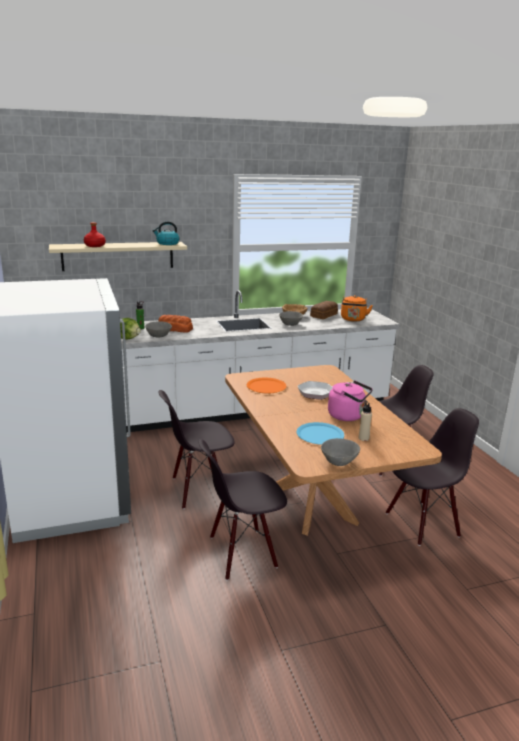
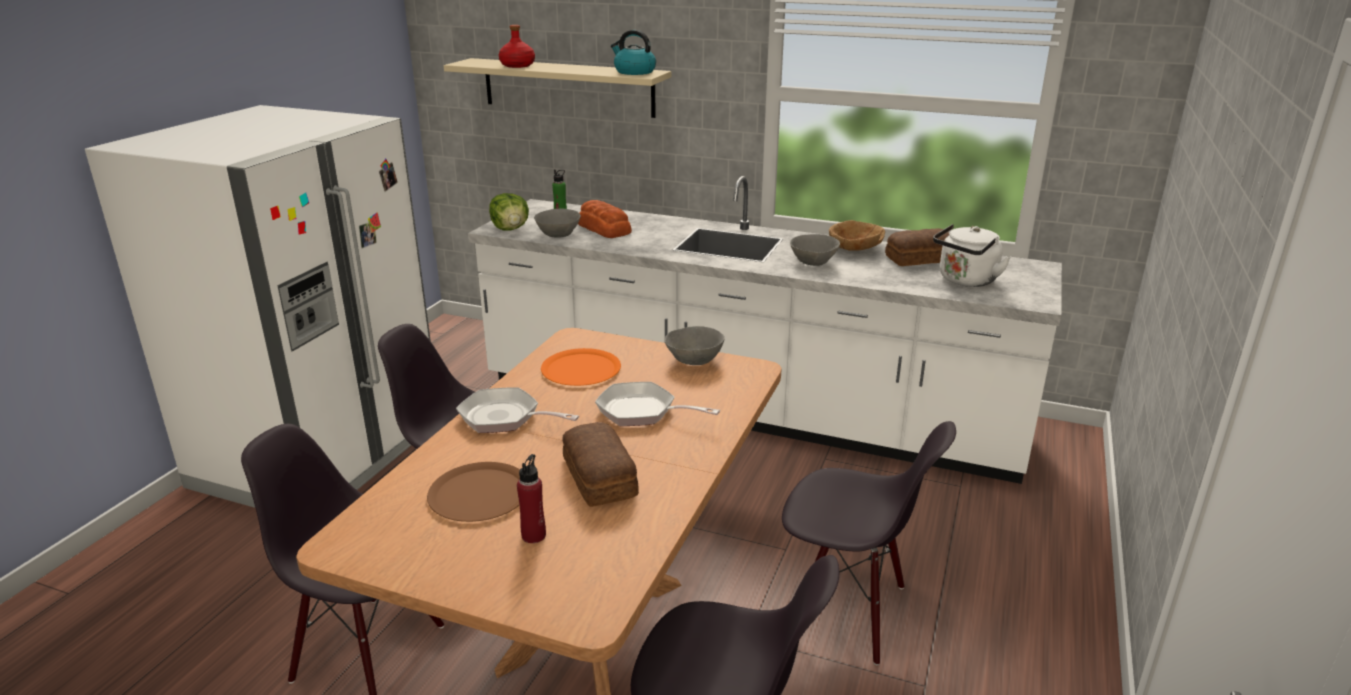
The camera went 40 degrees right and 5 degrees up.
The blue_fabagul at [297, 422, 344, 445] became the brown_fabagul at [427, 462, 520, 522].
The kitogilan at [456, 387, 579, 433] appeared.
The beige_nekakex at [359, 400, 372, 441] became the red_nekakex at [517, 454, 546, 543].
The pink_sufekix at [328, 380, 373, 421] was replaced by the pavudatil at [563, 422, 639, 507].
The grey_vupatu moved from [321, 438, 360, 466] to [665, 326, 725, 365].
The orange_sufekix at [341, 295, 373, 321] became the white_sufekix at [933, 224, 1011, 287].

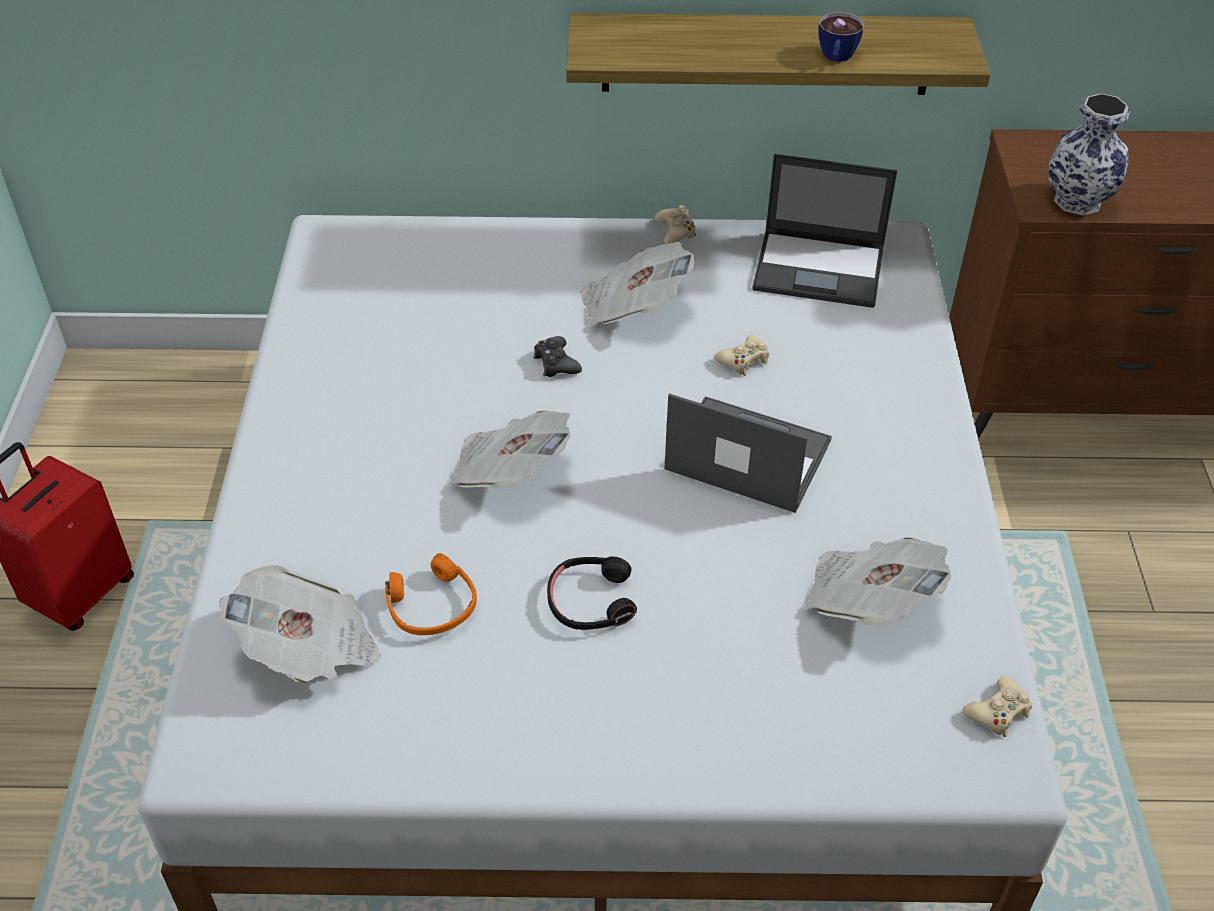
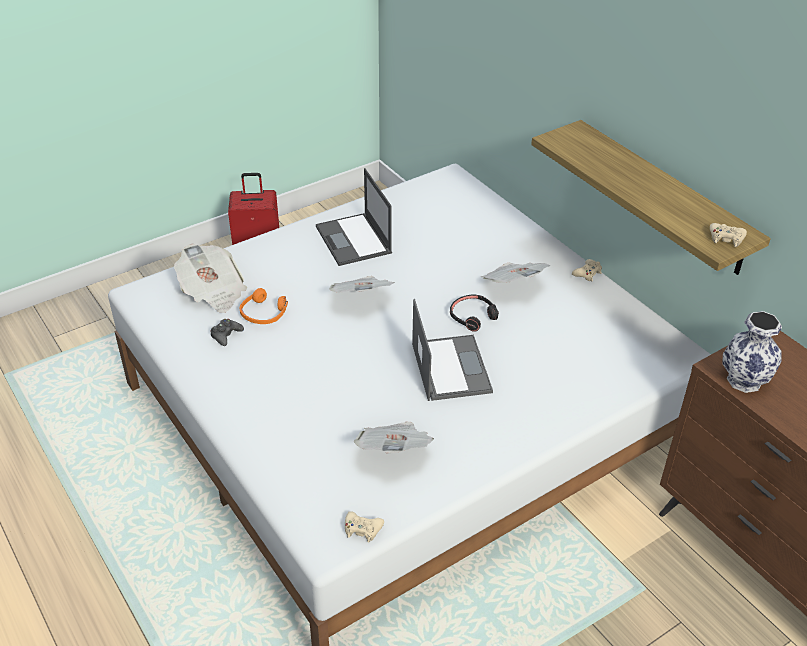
The camera went 55 degrees right and 5 degrees down.
The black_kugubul moved from [533, 336, 582, 377] to [211, 319, 244, 346].
The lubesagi moved from [752, 154, 897, 308] to [316, 168, 392, 266].
The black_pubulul moved from [547, 556, 637, 630] to [450, 295, 499, 332].
The beige_kugubul moved from [714, 335, 769, 376] to [710, 223, 747, 247].
The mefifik at [818, 12, 865, 62] disappeared.

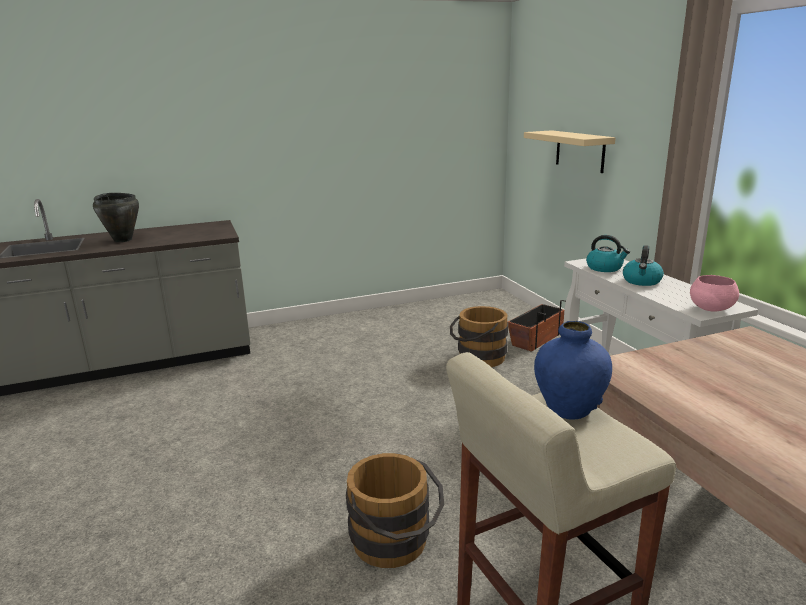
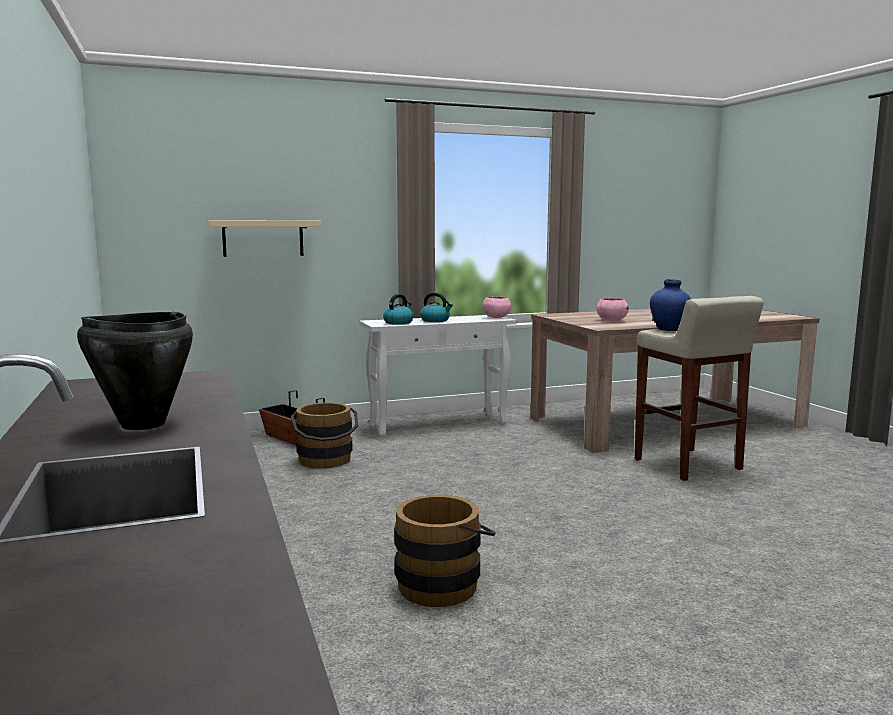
The camera went 90 degrees left and 10 degrees down.
The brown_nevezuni moved from [346, 453, 444, 568] to [394, 495, 496, 607].
The pink_vupatu at [597, 298, 629, 321] appeared.

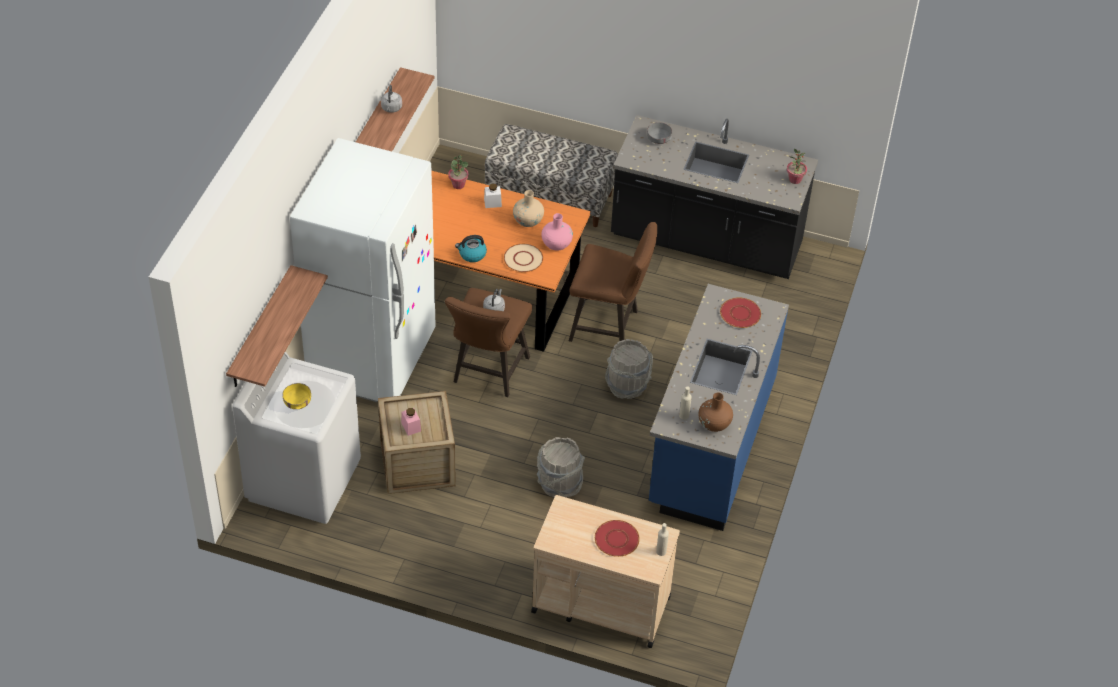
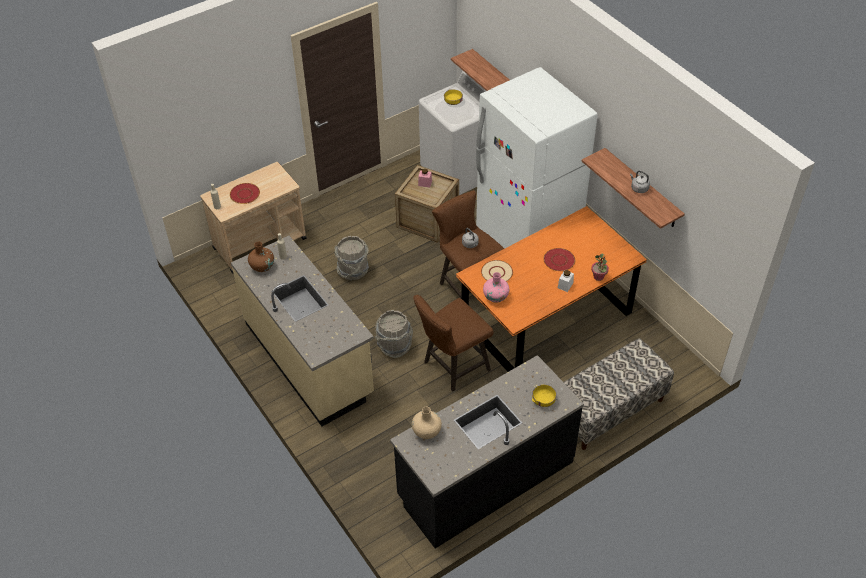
The camera went 130 degrees right and 0 degrees up.
The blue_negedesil at [649, 284, 789, 531] became the beige_negedesil at [231, 236, 374, 426].
The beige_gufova moved from [513, 190, 544, 227] to [412, 407, 442, 439].
The grey_vupatu at [647, 122, 672, 144] became the yellow_vupatu at [532, 385, 557, 407].
The red_fabagul moved from [720, 297, 761, 328] to [543, 248, 575, 271].
The sufekix at [455, 235, 487, 262] disappeared.
The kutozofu at [787, 148, 807, 184] disappeared.

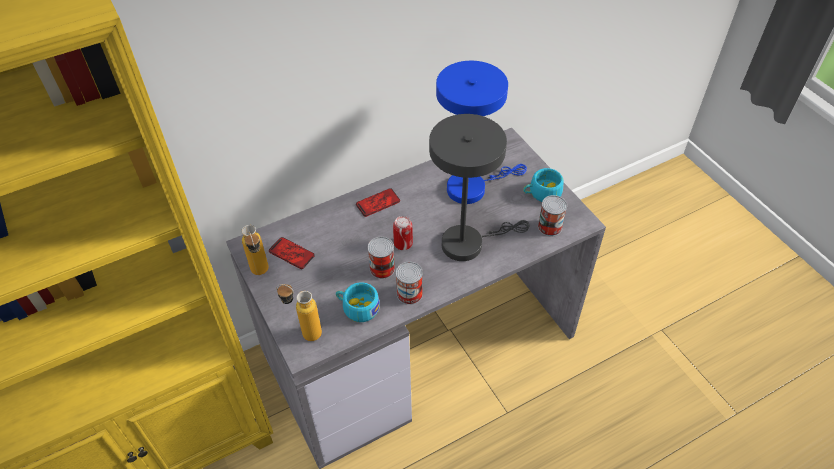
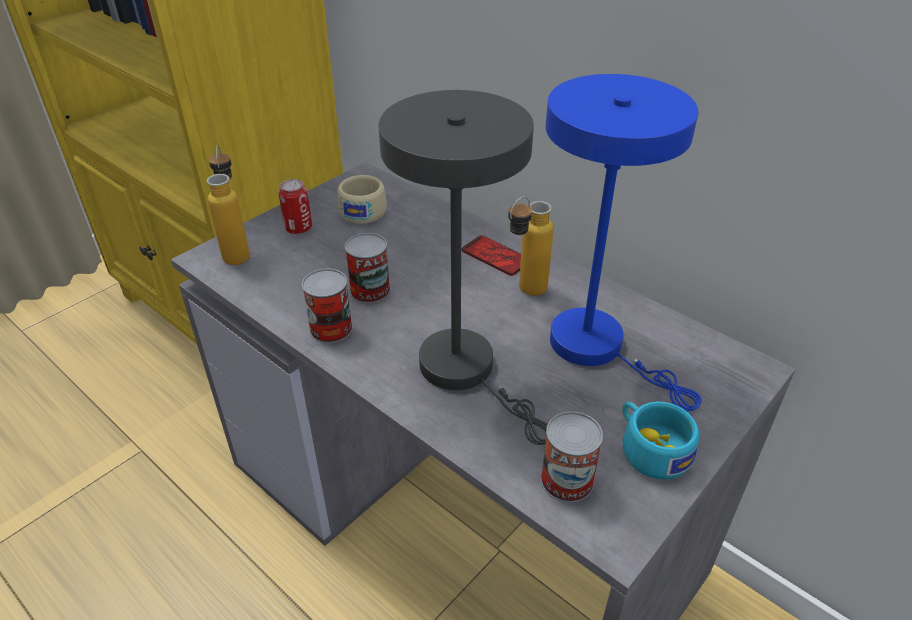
The camera went 70 degrees right and 10 degrees down.
The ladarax moved from [393, 216, 413, 250] to [278, 179, 312, 234].
The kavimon at [269, 237, 315, 269] was replaced by the beige_mefifik at [337, 175, 387, 224].
The nekakex moved from [241, 225, 269, 275] to [508, 196, 554, 296].
The turquoise_mefifik at [336, 282, 380, 322] disappeared.

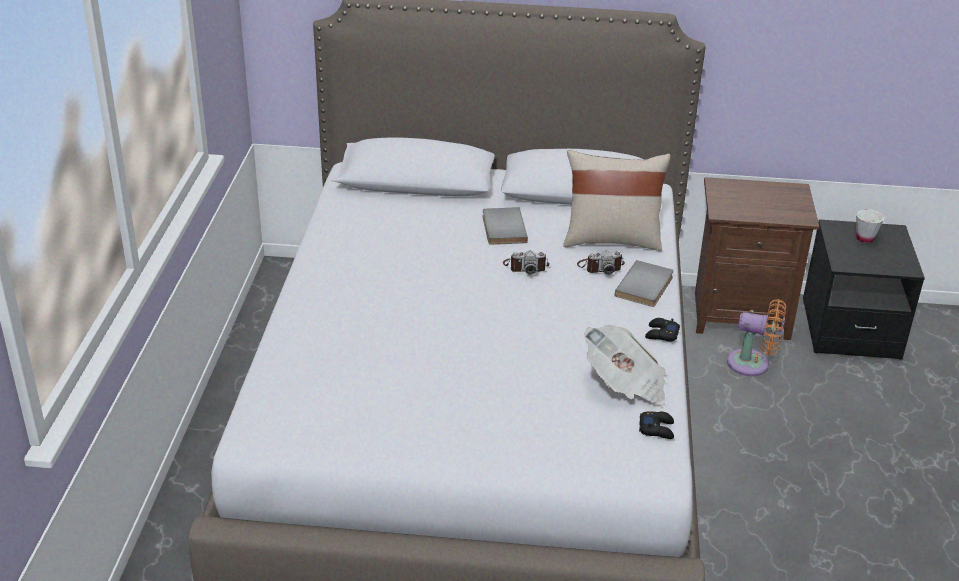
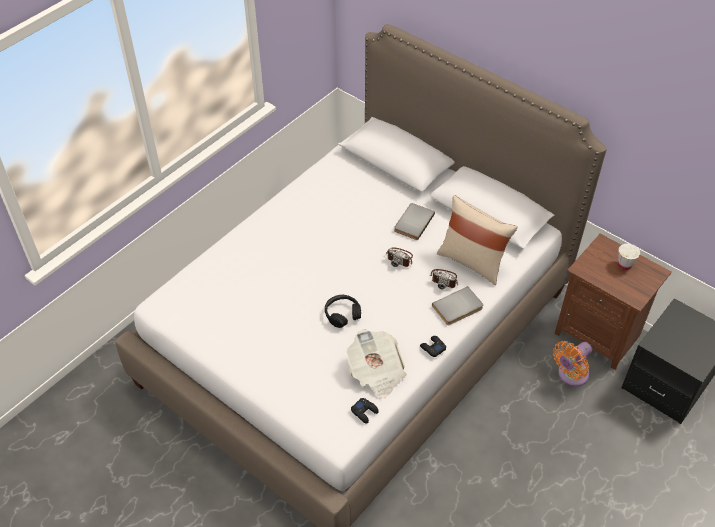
The camera went 35 degrees right and 15 degrees up.
The black_pubulul at [325, 295, 361, 328] appeared.
The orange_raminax at [727, 299, 786, 376] turned 90 degrees clockwise.
The white_mefifik moved from [856, 209, 884, 243] to [618, 243, 640, 270].

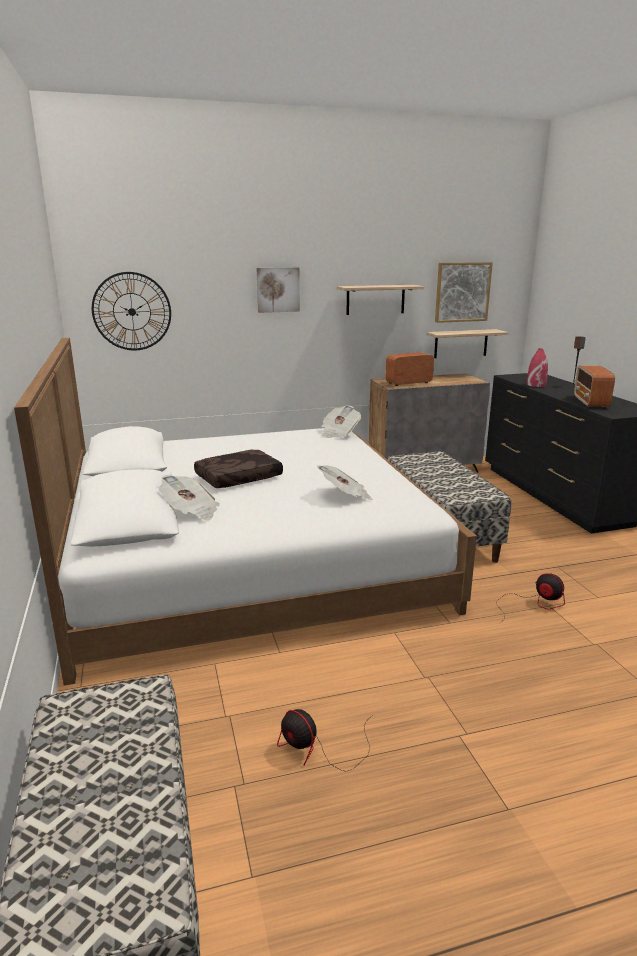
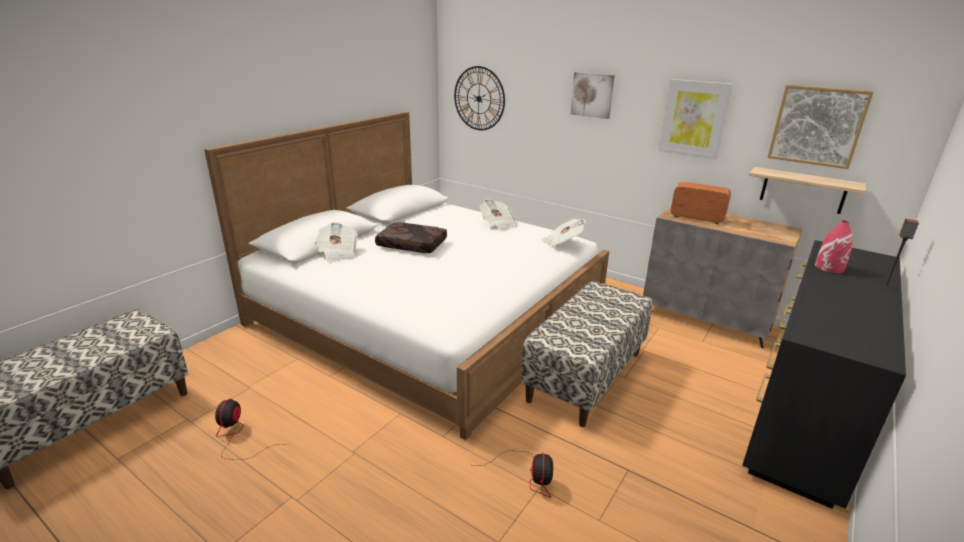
The camera went 50 degrees right and 5 degrees up.
The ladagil moved from [317, 465, 373, 500] to [480, 199, 517, 231].
The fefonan at [337, 285, 424, 315] was replaced by the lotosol at [658, 79, 733, 160].
The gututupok at [574, 365, 615, 408] disappeared.

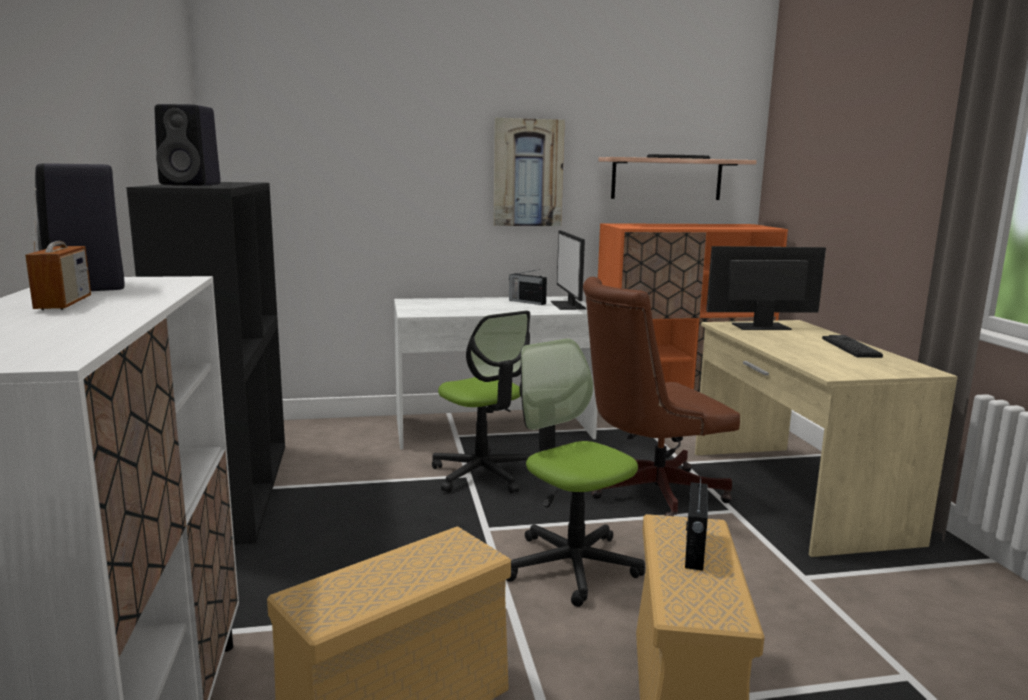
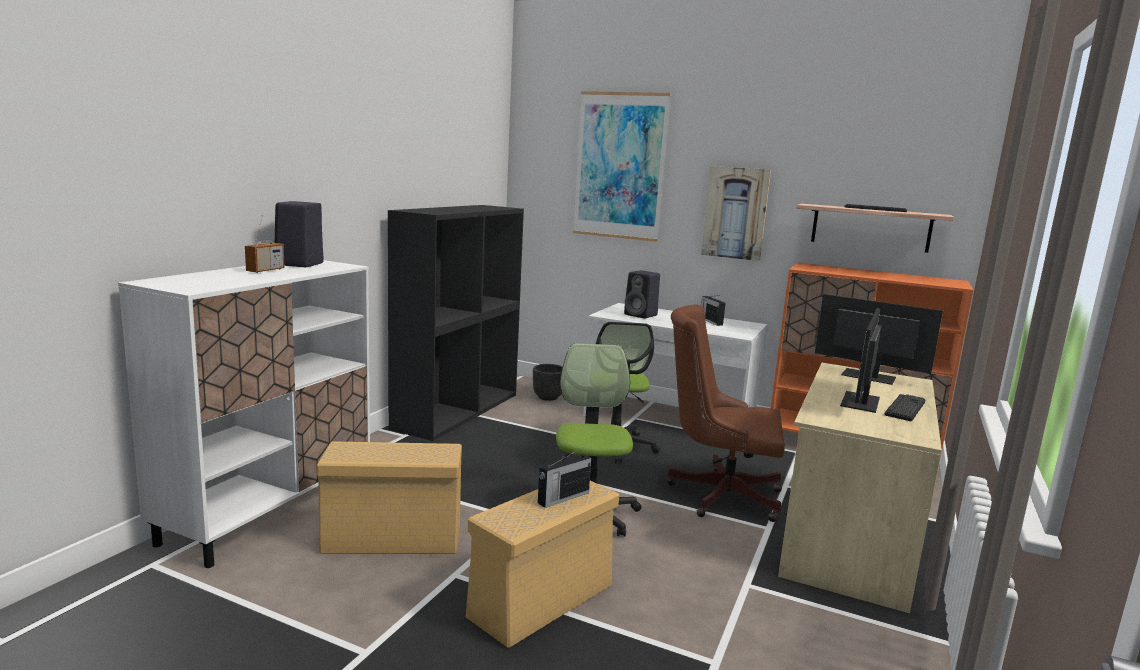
The camera went 35 degrees right and 0 degrees up.
The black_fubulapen at [533, 364, 563, 401] appeared.
The lotosol at [573, 91, 671, 242] appeared.
The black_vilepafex moved from [155, 104, 221, 185] to [624, 270, 660, 319].
The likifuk moved from [551, 230, 587, 310] to [840, 308, 882, 413].

